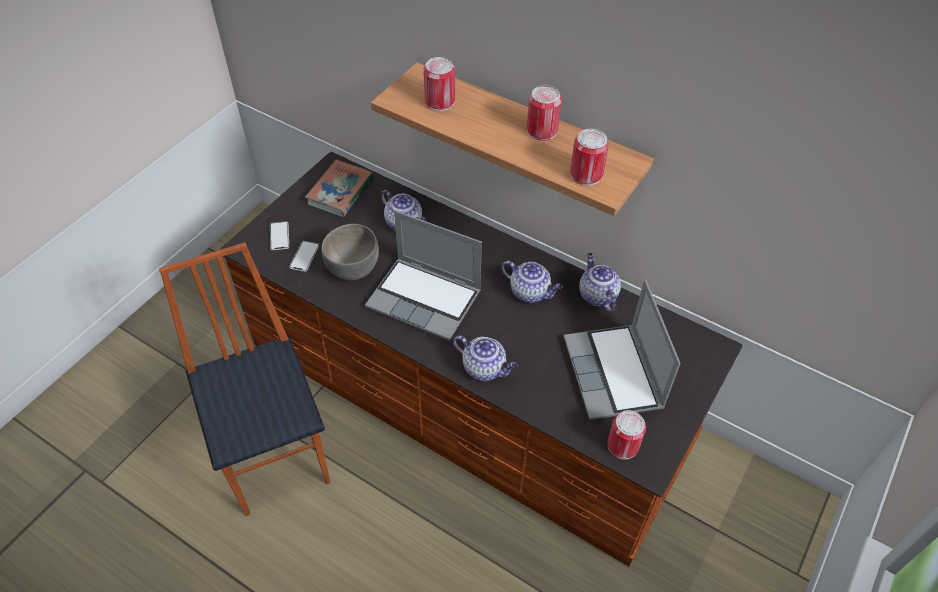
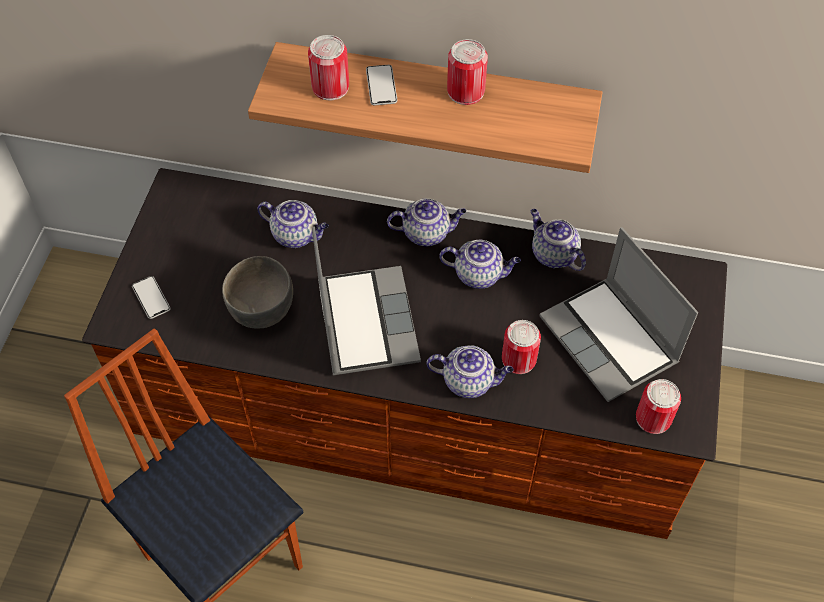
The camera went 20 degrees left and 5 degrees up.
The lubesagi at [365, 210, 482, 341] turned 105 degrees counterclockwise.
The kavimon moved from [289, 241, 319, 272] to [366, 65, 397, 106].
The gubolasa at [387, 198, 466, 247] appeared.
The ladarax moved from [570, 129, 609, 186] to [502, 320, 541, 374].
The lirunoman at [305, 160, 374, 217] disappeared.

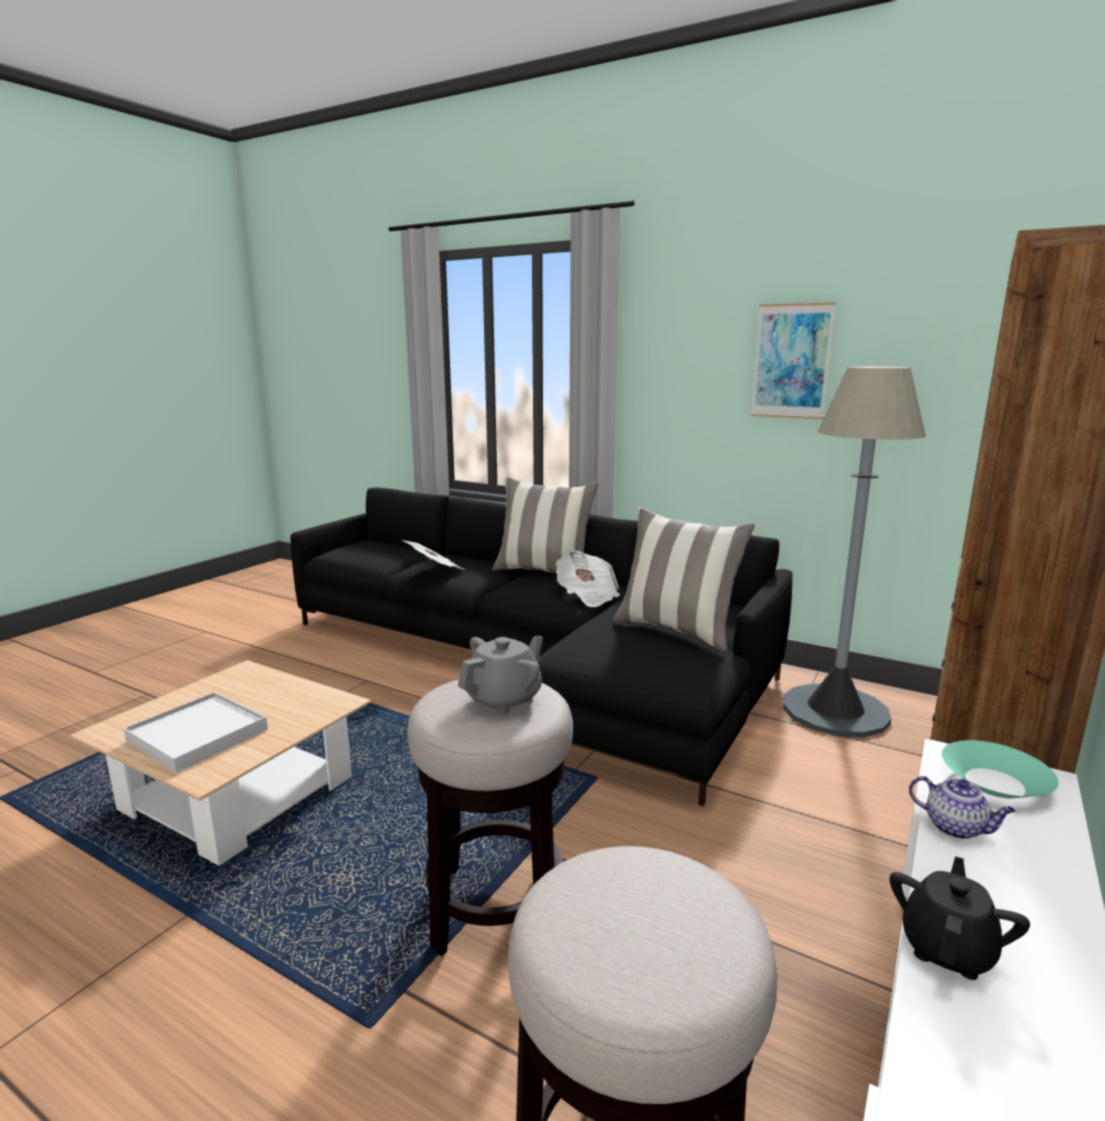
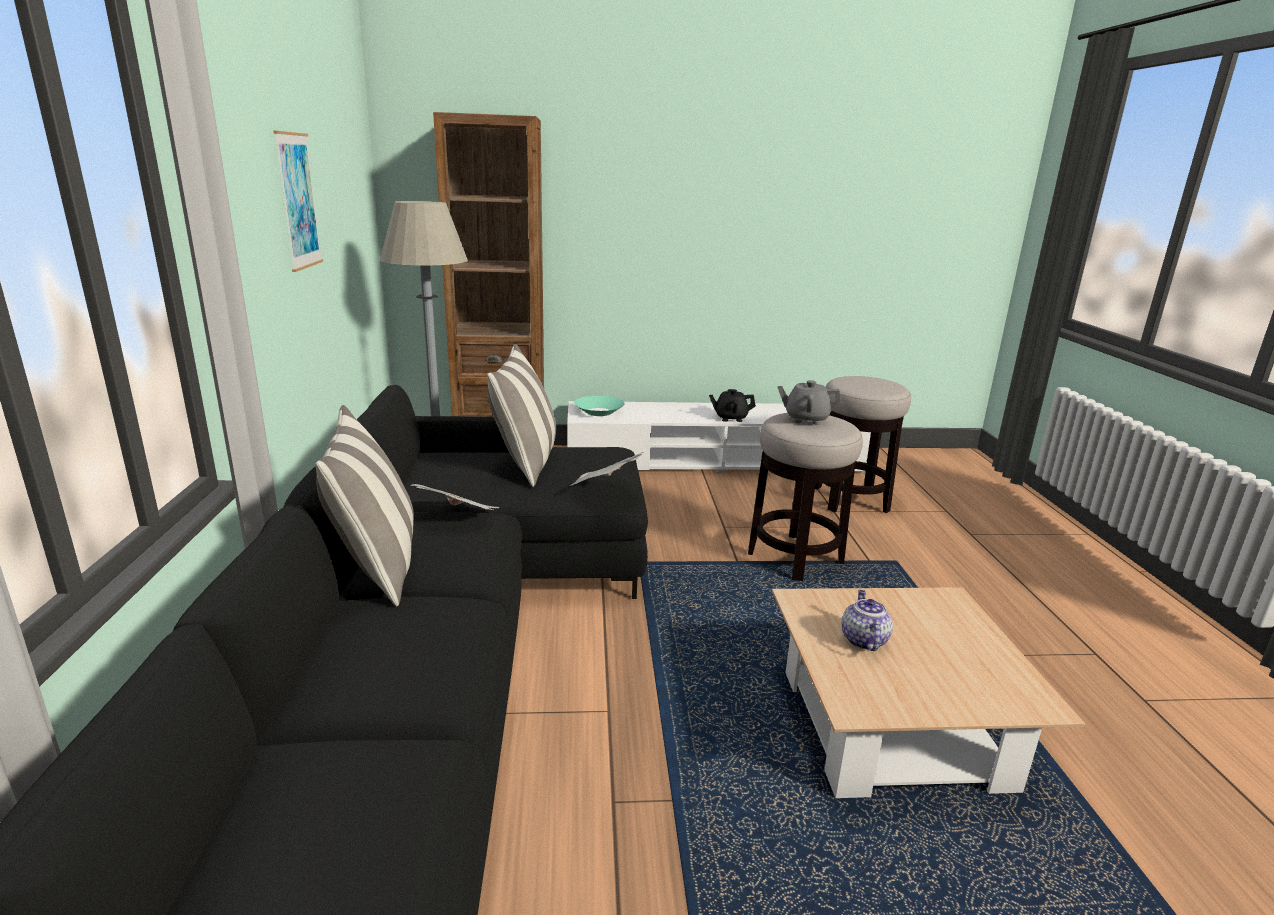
The camera went 125 degrees left and 5 degrees up.
The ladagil moved from [401, 540, 466, 570] to [570, 452, 643, 486].
The gubolasa moved from [909, 776, 1016, 839] to [842, 590, 893, 651].
The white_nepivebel at [124, 692, 268, 773] disappeared.

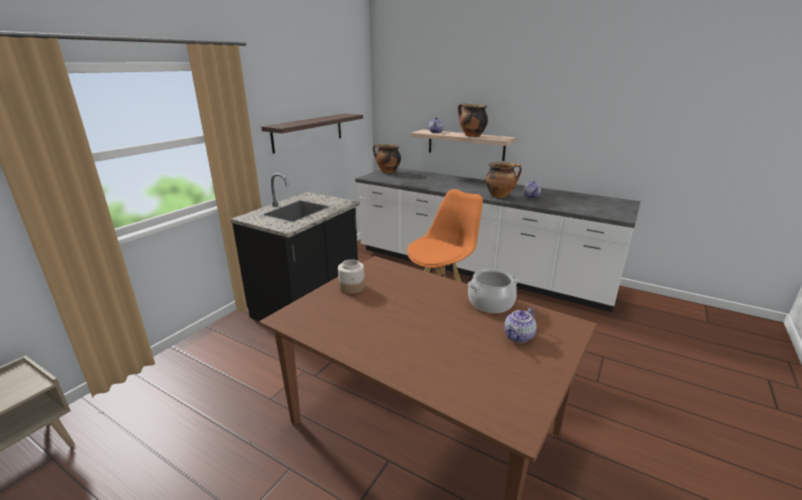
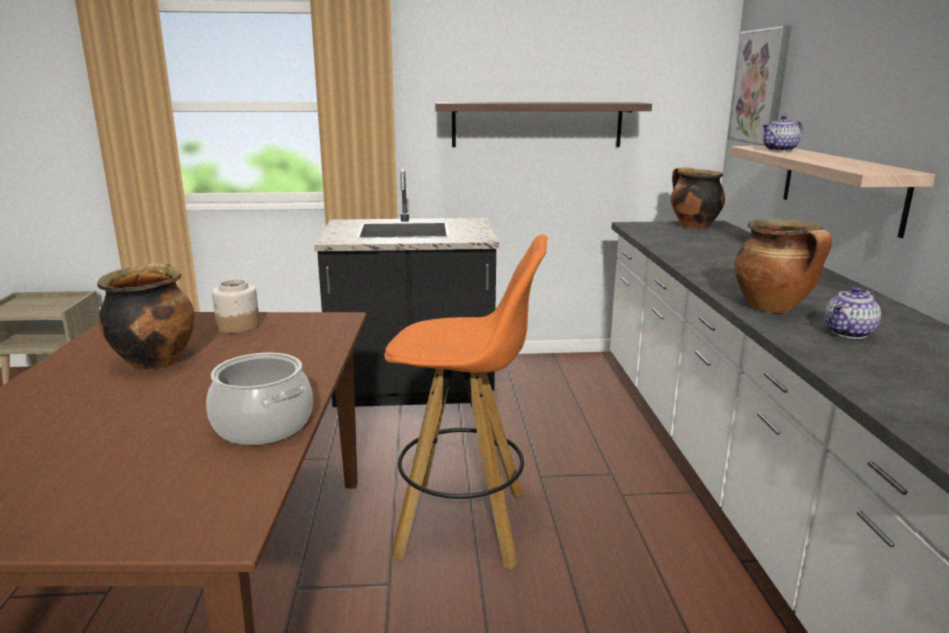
The camera went 55 degrees right and 5 degrees down.
The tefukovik moved from [458, 103, 488, 137] to [97, 262, 195, 371].
The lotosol at [728, 25, 791, 146] appeared.
The gubolasa at [504, 308, 537, 343] disappeared.

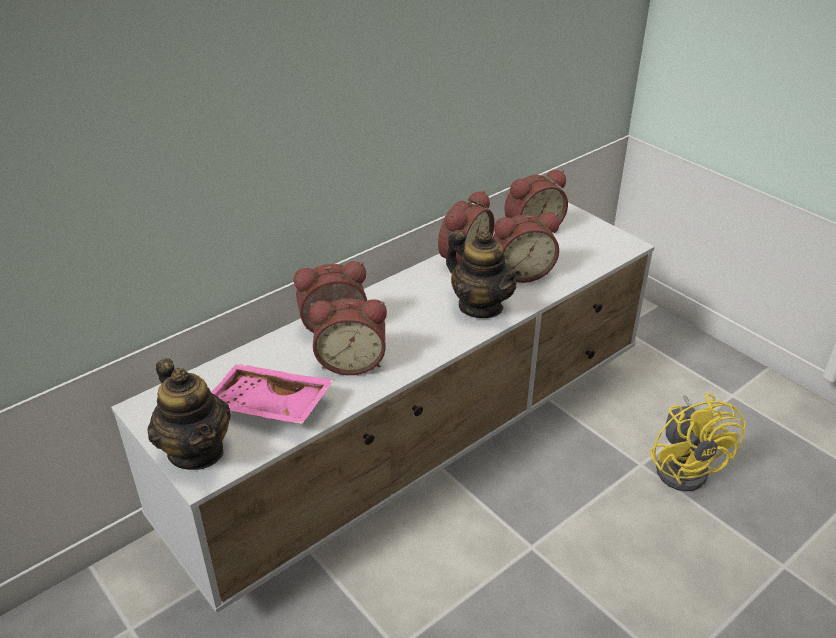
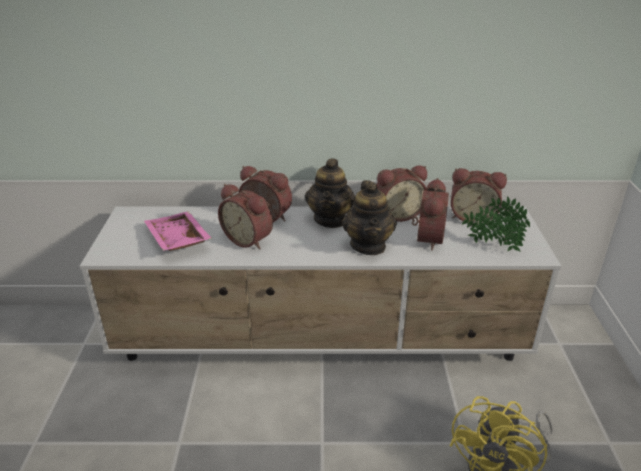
The camera went 40 degrees right and 5 degrees down.
The gubolasa moved from [148, 358, 231, 470] to [305, 159, 355, 228].
The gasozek at [493, 212, 559, 283] turned 105 degrees counterclockwise.
The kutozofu at [462, 196, 530, 252] appeared.

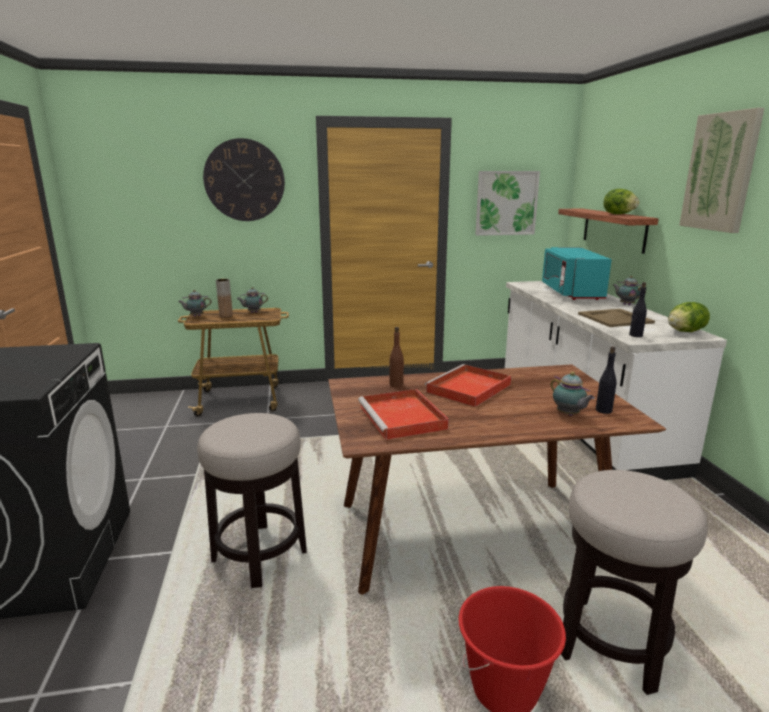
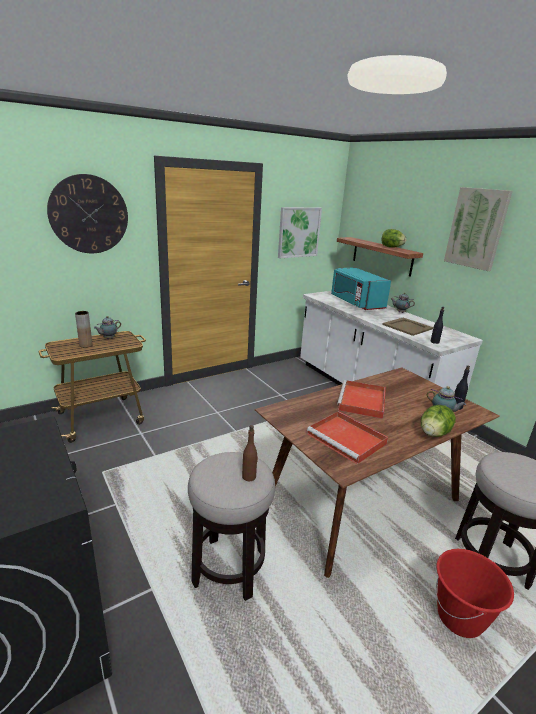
The camera went 25 degrees left and 5 degrees up.
The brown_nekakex moved from [390, 327, 404, 387] to [242, 425, 258, 481].
The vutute moved from [668, 302, 710, 332] to [421, 405, 456, 437].
The gubolasa at [178, 290, 211, 316] disappeared.

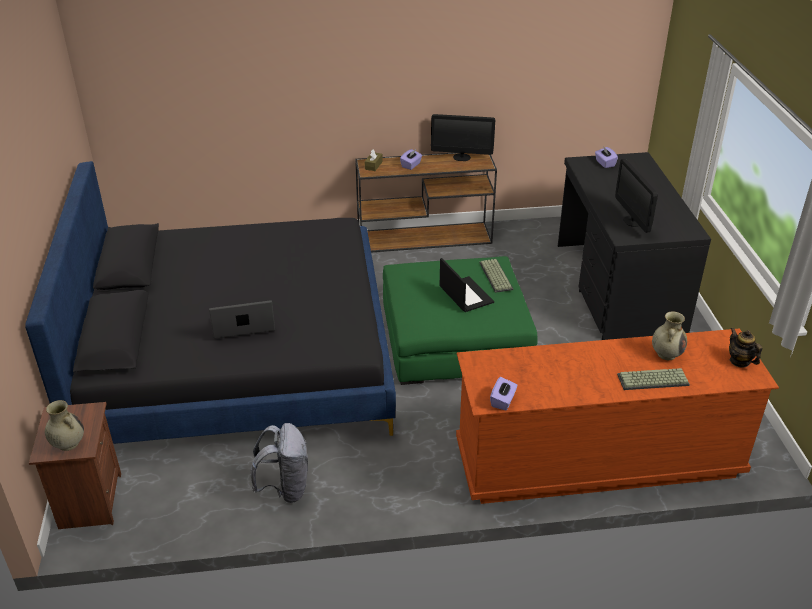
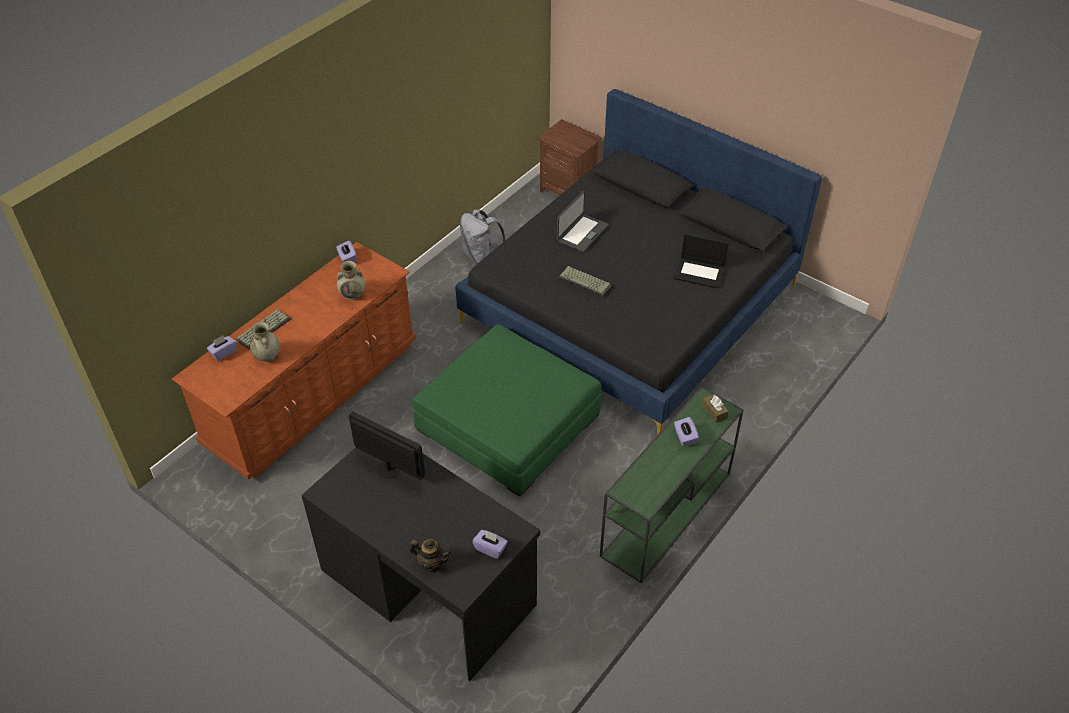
The camera went 135 degrees right and 10 degrees up.
The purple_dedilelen at [207, 336, 236, 361] appeared.
The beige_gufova moved from [45, 400, 84, 451] to [337, 261, 365, 300].
The gubolasa moved from [729, 327, 762, 368] to [410, 539, 451, 572].
The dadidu moved from [479, 259, 513, 293] to [559, 266, 612, 296].
The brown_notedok at [355, 153, 497, 252] became the green_notedok at [600, 387, 744, 583].
The lubesagi moved from [440, 258, 494, 312] to [674, 234, 729, 289].
The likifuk at [431, 114, 495, 161] disappeared.

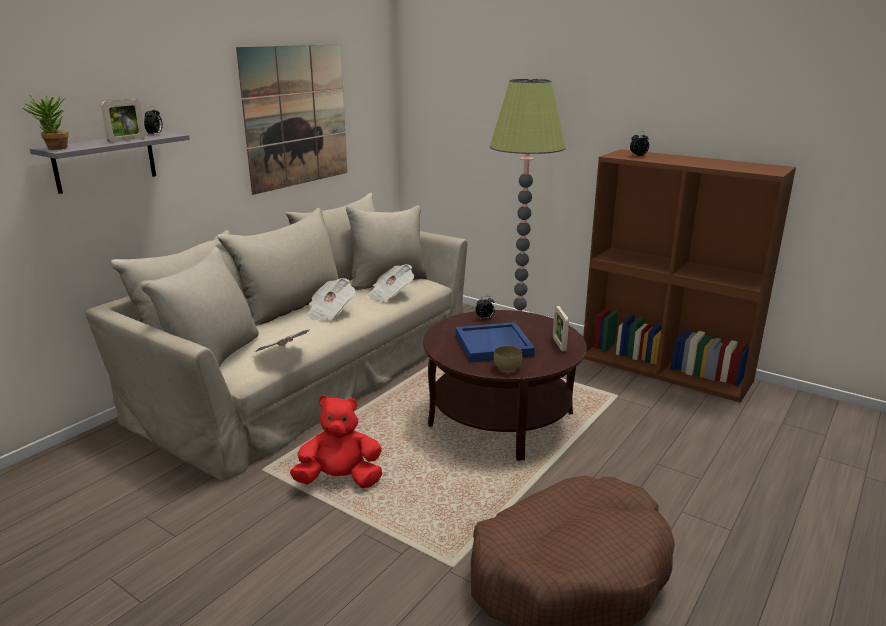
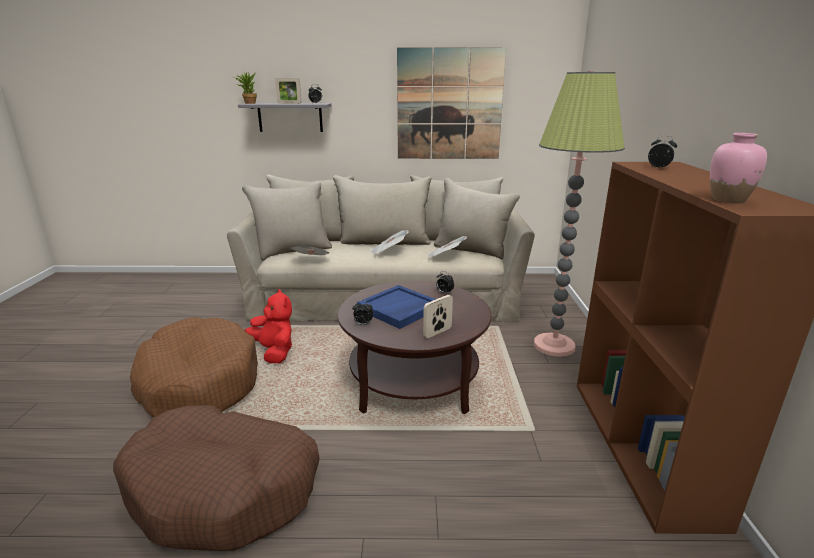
The camera went 55 degrees right and 0 degrees up.
The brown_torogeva at [130, 317, 258, 417] appeared.
The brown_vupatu at [494, 345, 522, 372] was replaced by the gasozek at [352, 301, 373, 325].
The pink_gufova at [710, 133, 767, 204] appeared.

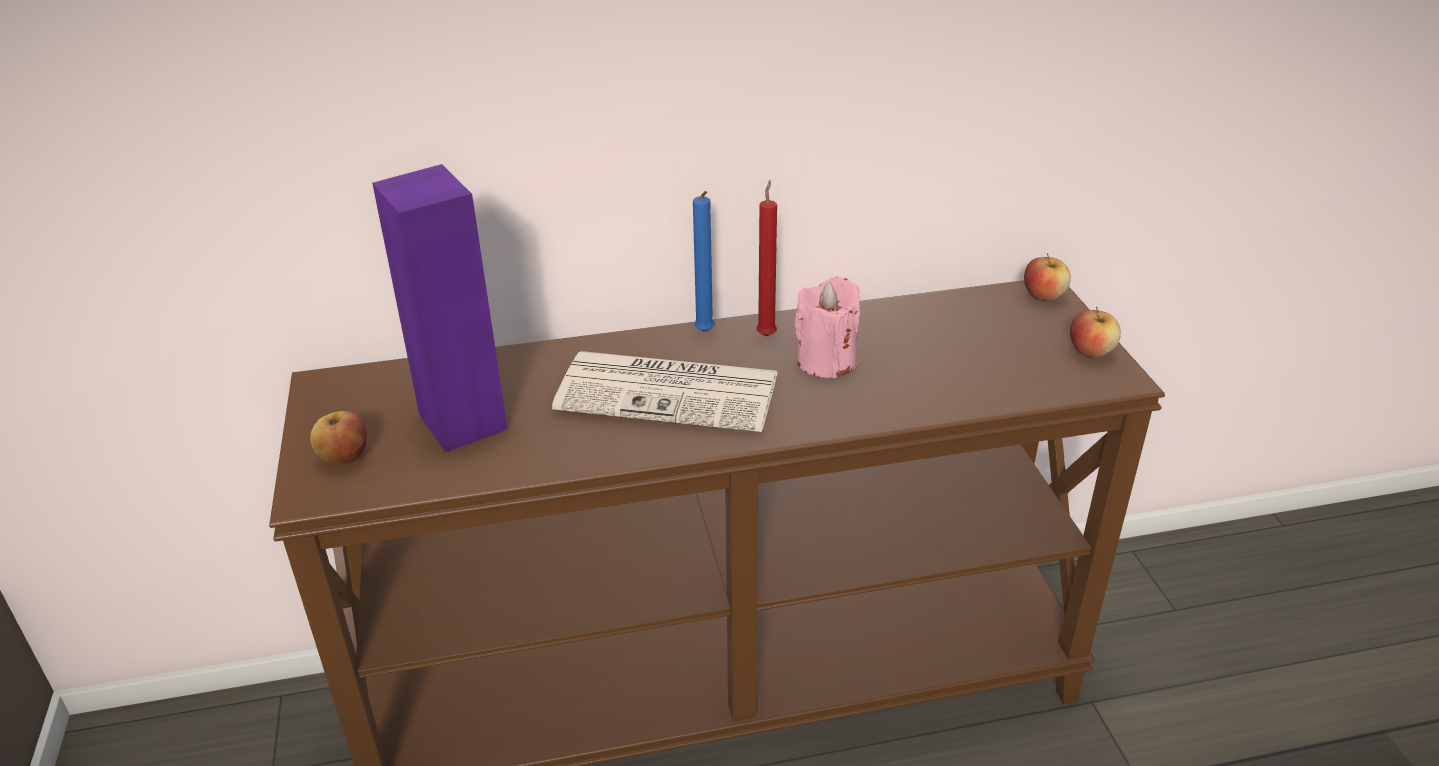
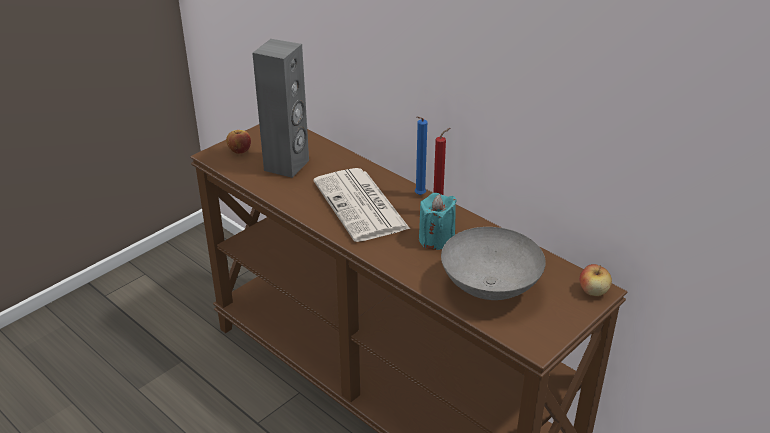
The camera went 55 degrees right and 0 degrees up.
The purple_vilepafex at [372, 164, 508, 452] became the grey_vilepafex at [252, 39, 309, 178].
The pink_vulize at [795, 277, 860, 379] became the turquoise_vulize at [419, 193, 457, 250].
The grey_vupatu at [441, 227, 546, 300] appeared.
The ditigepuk at [1070, 307, 1121, 358] disappeared.

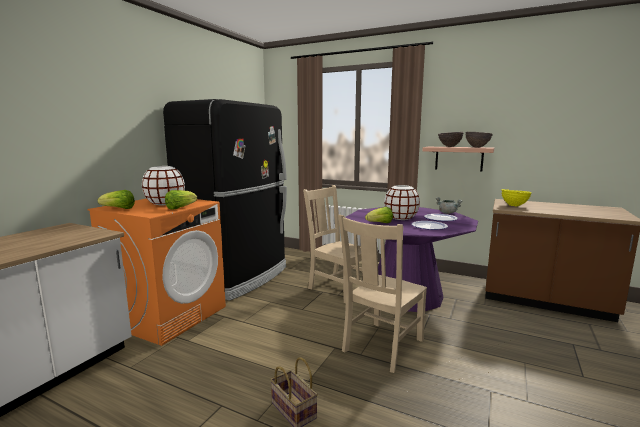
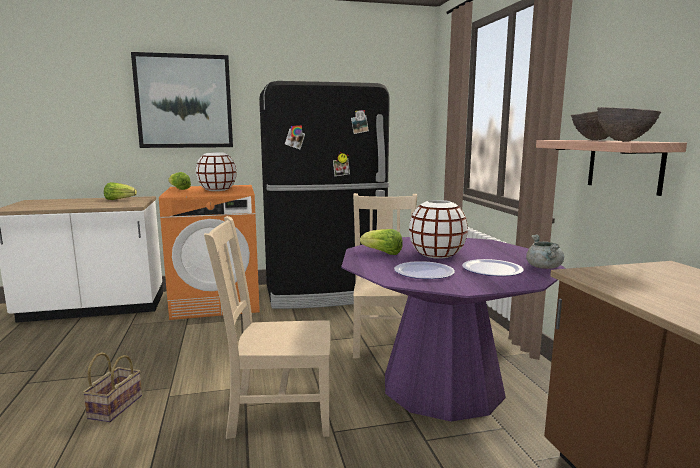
The camera went 50 degrees right and 0 degrees up.
The vutute moved from [165, 190, 197, 210] to [104, 182, 137, 200].
The lotosol at [131, 52, 233, 148] appeared.
The yellow_vupatu at [501, 189, 532, 207] disappeared.

